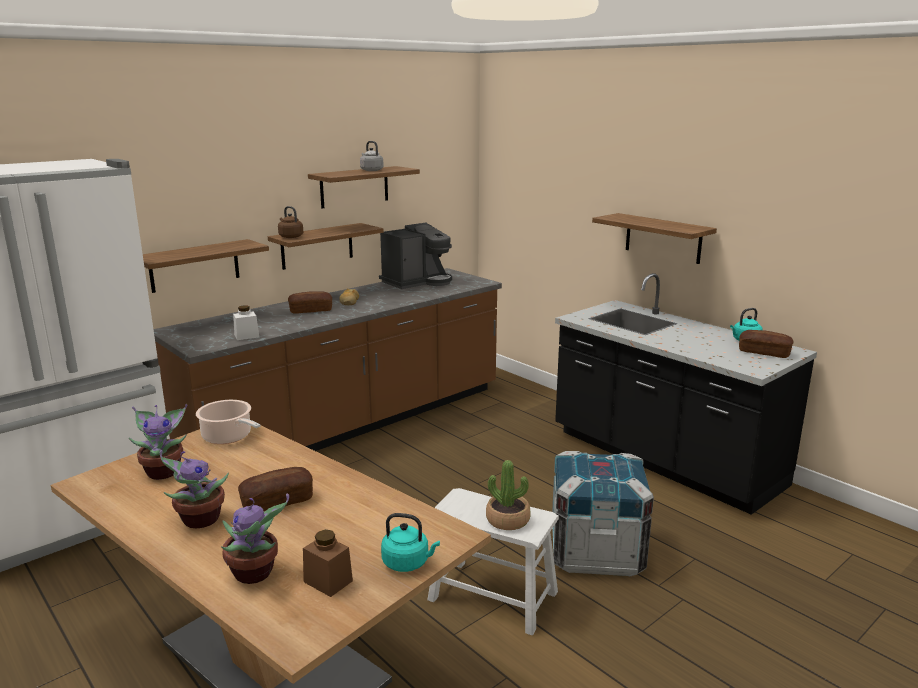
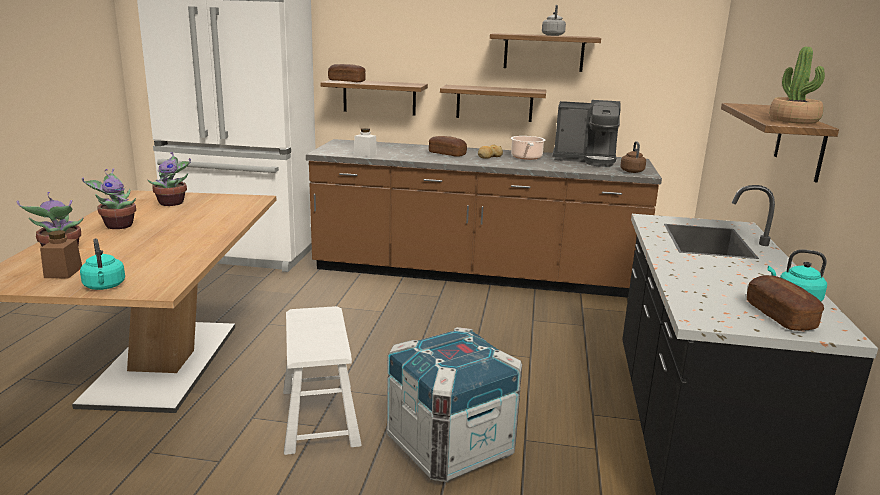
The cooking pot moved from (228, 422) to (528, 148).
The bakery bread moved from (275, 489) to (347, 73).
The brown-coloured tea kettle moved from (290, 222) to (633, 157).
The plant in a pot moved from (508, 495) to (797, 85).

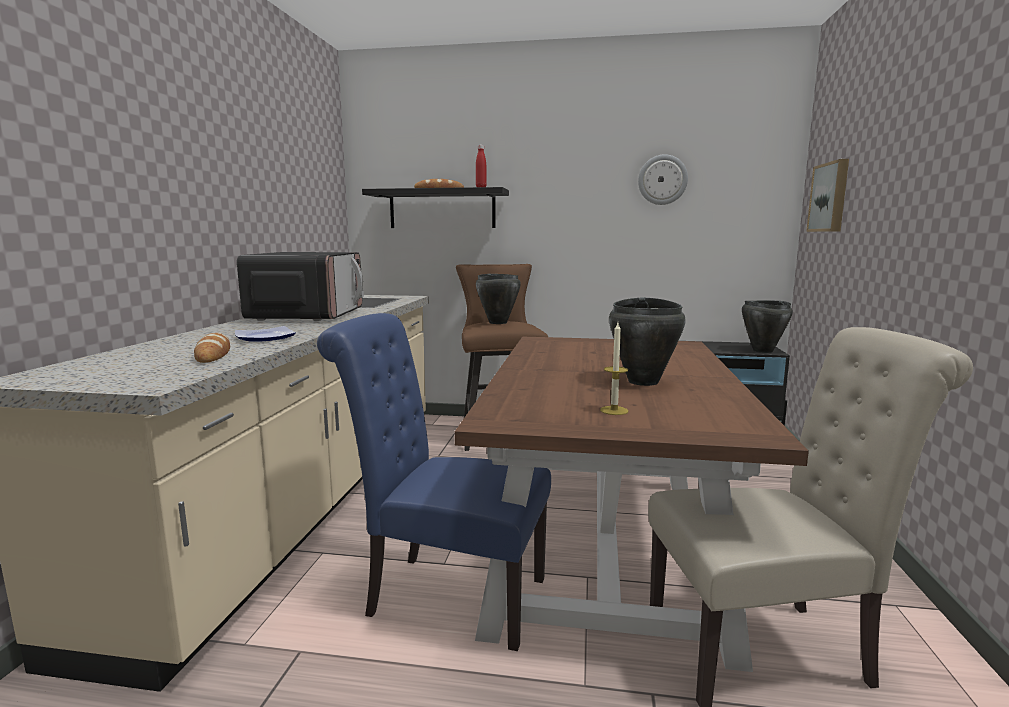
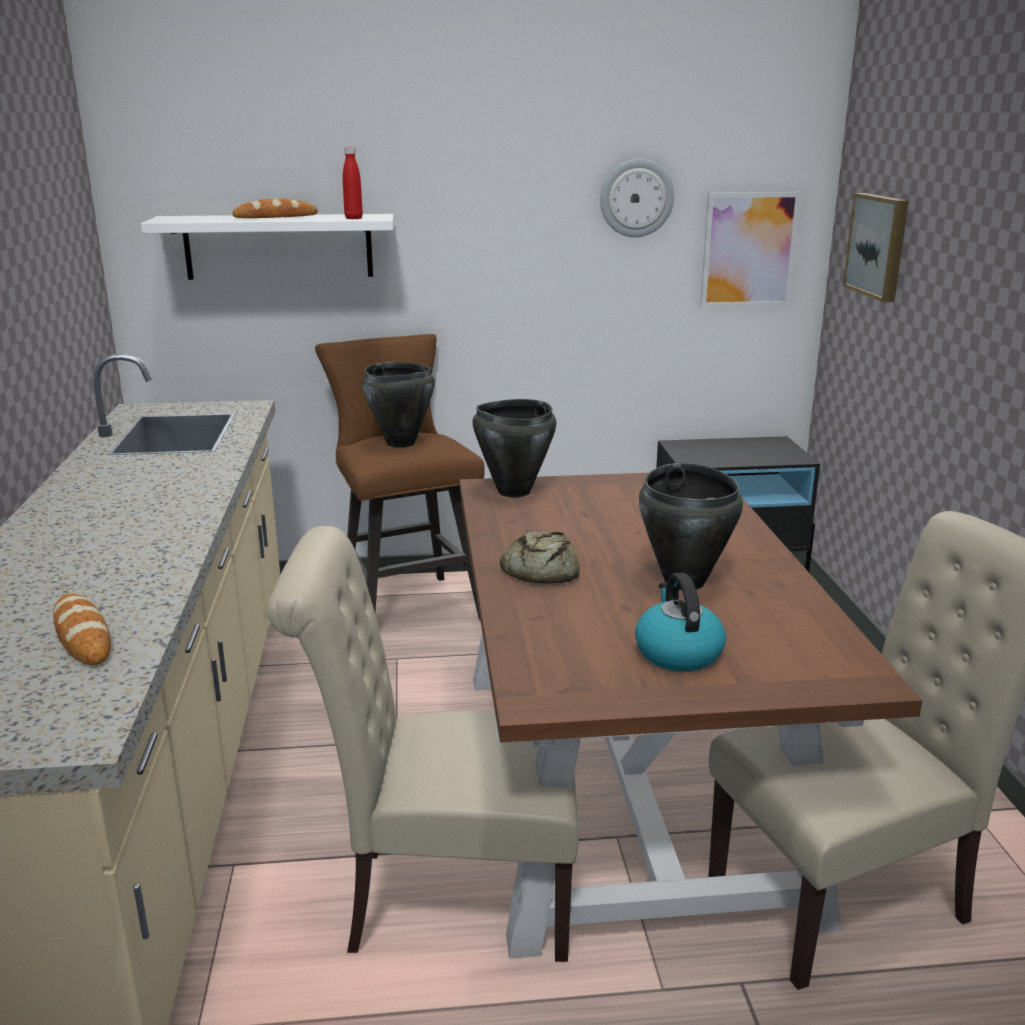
The plate at (265, 334) disappeared.
The microwave at (300, 286) disappeared.
The bakery bread at (540, 557) appeared.
The picture at (750, 249) appeared.
The black-coloured cooking pot moved from (767, 326) to (514, 448).
The wax candle at (614, 369) was replaced by the tea kettle at (680, 622).
The blue upright chair at (434, 482) became the beige-coloured upright chair at (423, 744).
The black-coloured shelf at (435, 207) became the white-coloured shelf at (267, 247).

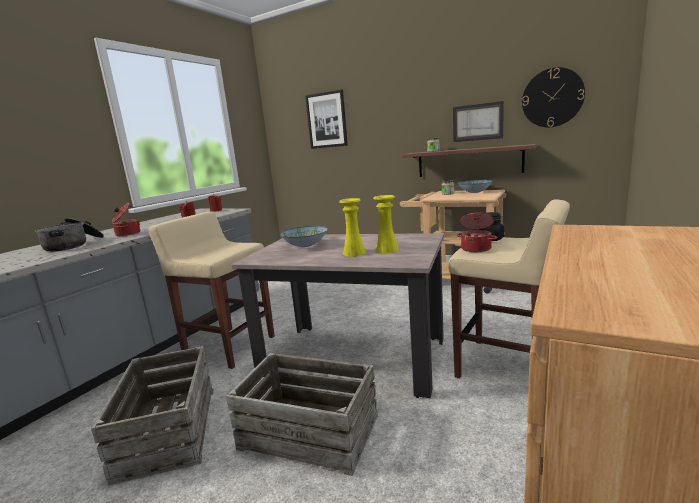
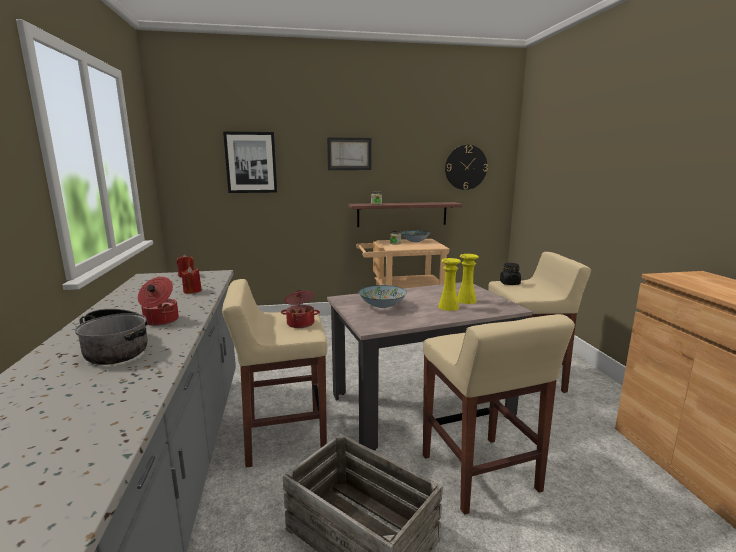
The picture moved from (478, 121) to (349, 153).
The cooking pot moved from (476, 232) to (300, 309).
The packing crate at (302, 414) was replaced by the beige-coloured stool at (499, 414).

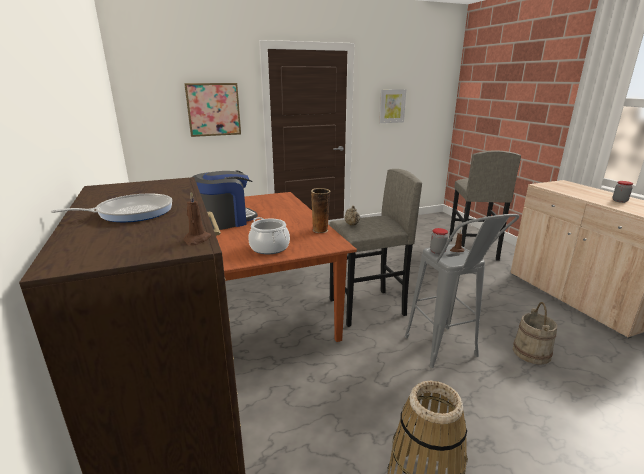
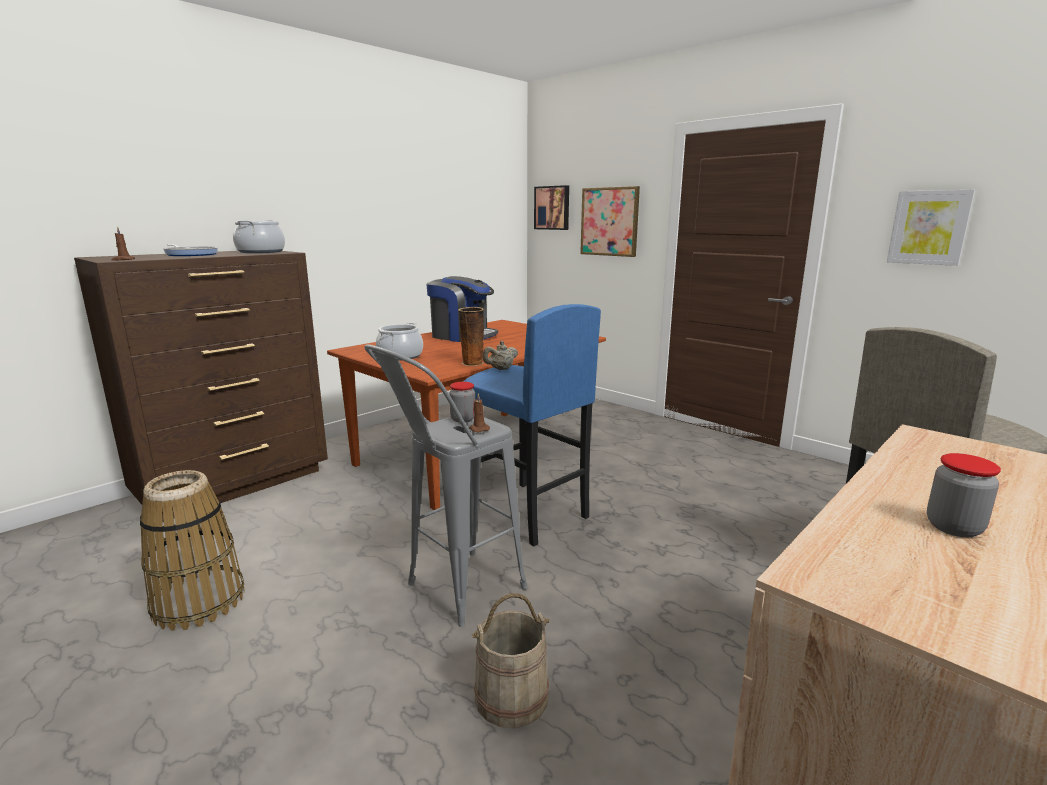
The cooking pot at (259, 236) appeared.
The picture at (551, 207) appeared.
The greyish stool at (375, 248) became the blue stool at (532, 425).

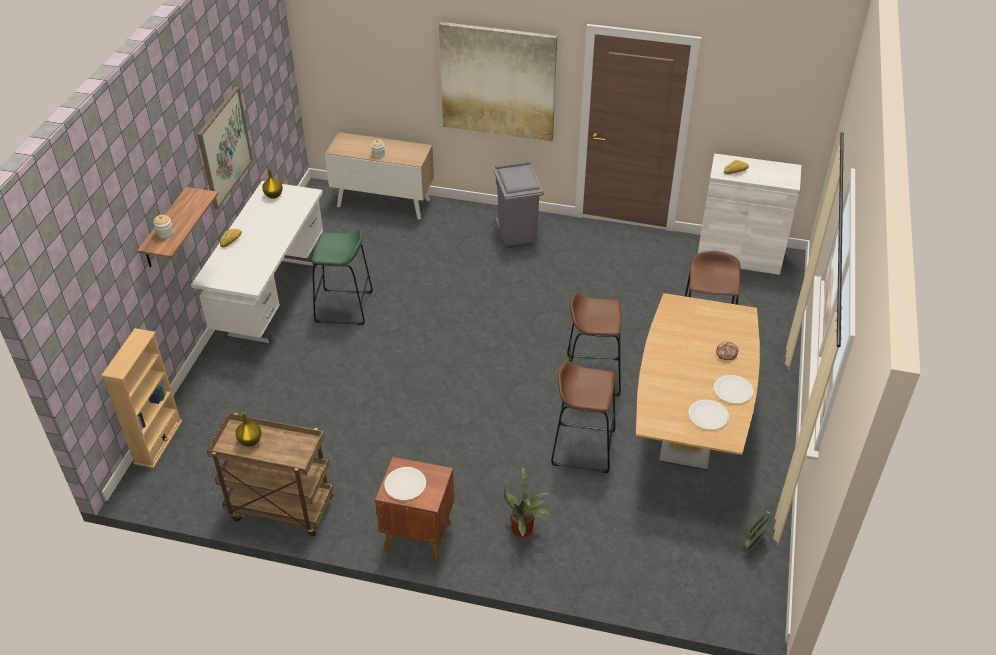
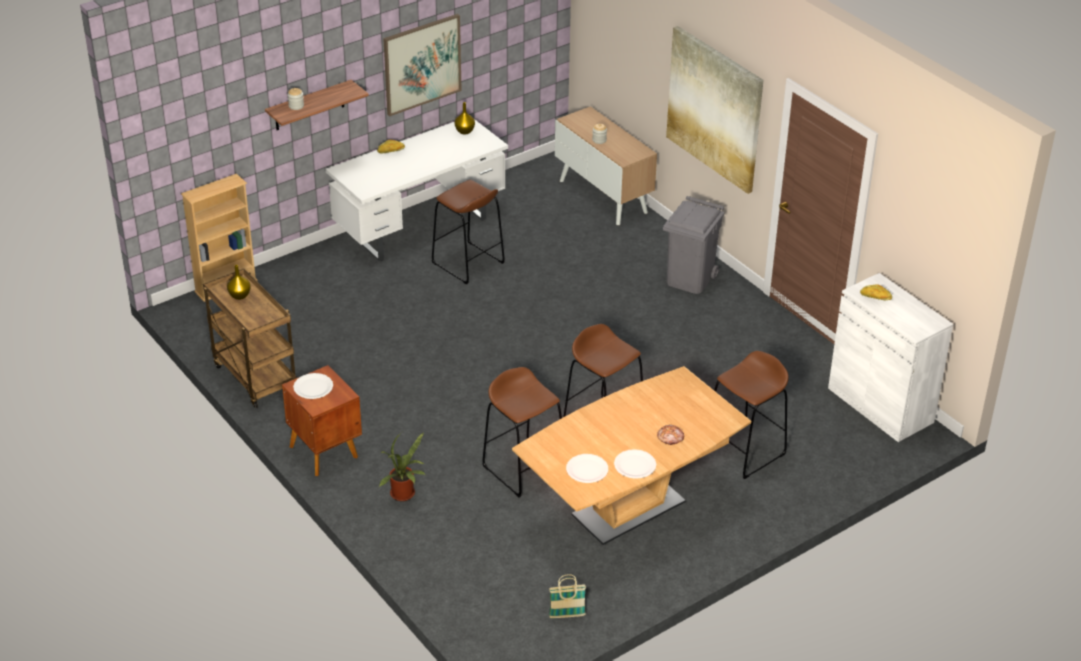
The greenish stool at (342, 277) became the brown-coloured stool at (468, 232).

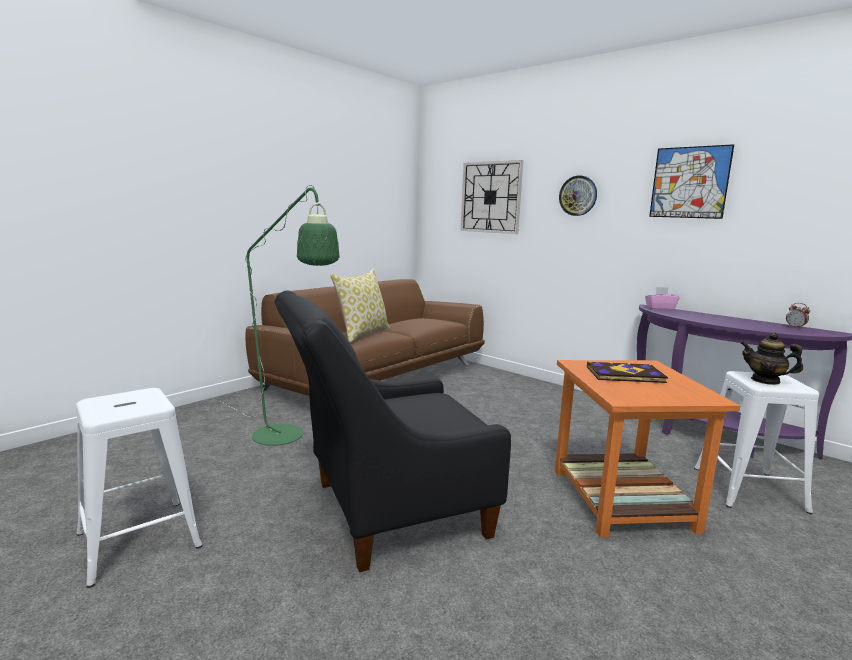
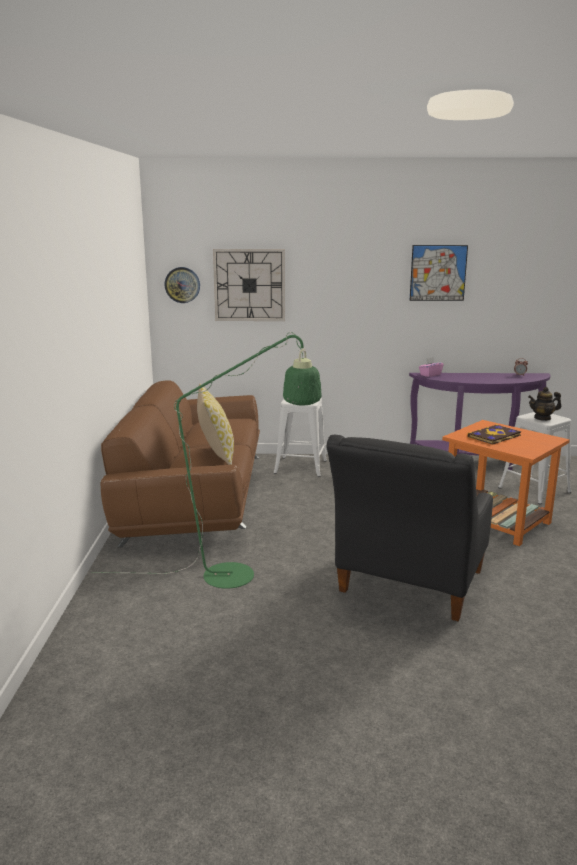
The white-coloured stool moved from (139, 488) to (300, 437).
The clock on the wall moved from (578, 195) to (182, 285).

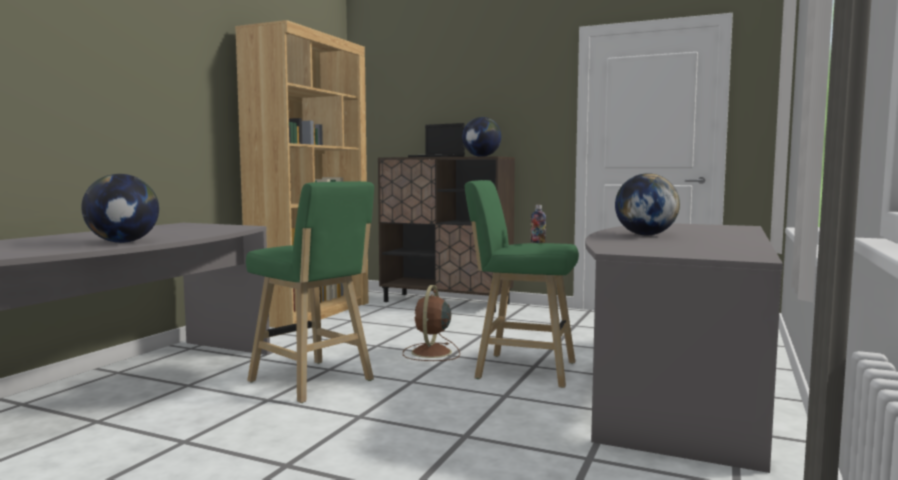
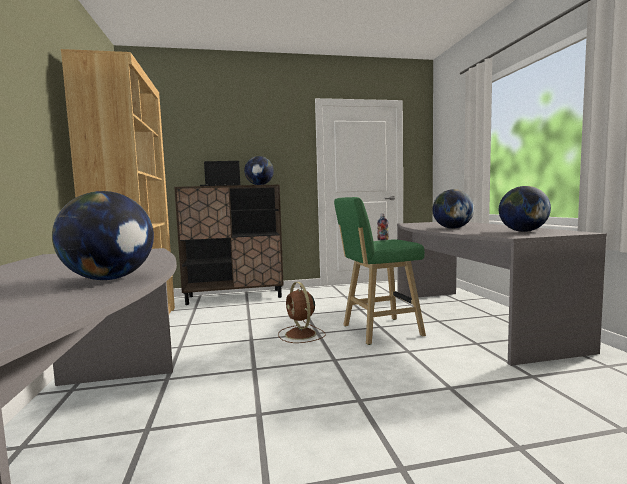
The greenish stool at (310, 292) disappeared.
The globe at (525, 209) appeared.

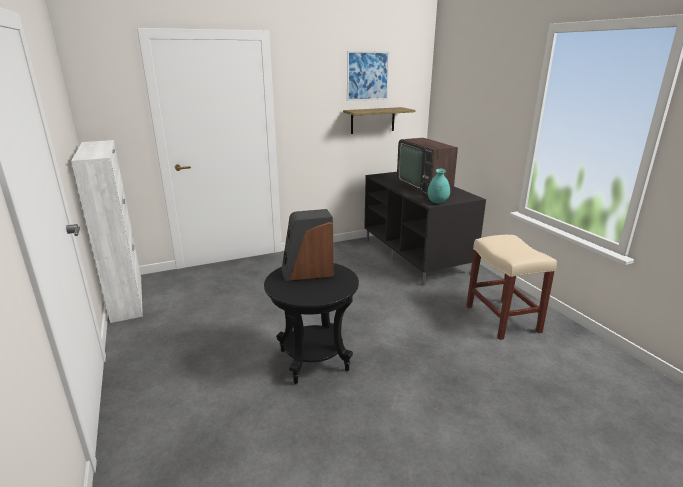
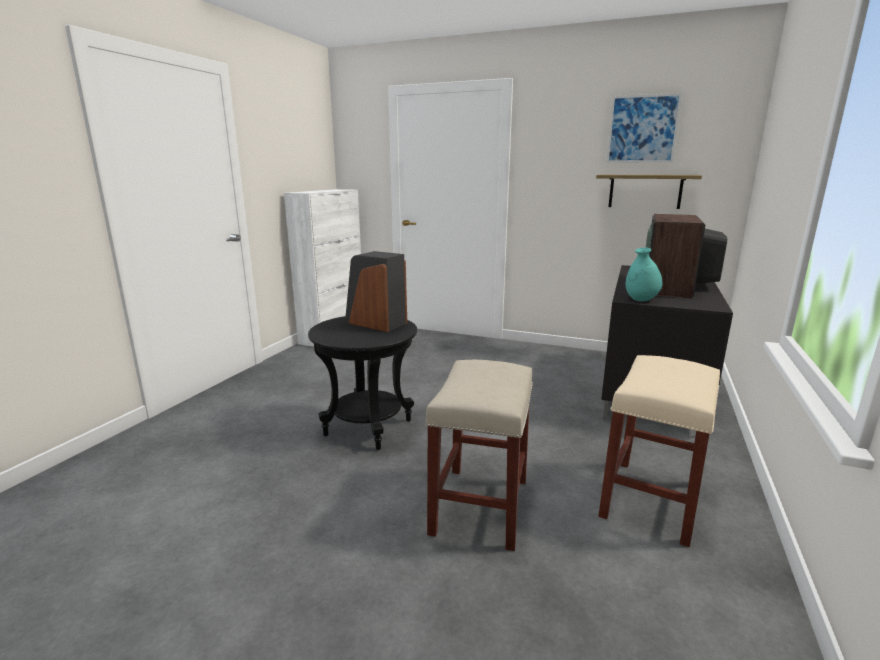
The beige-coloured stool at (479, 455) appeared.

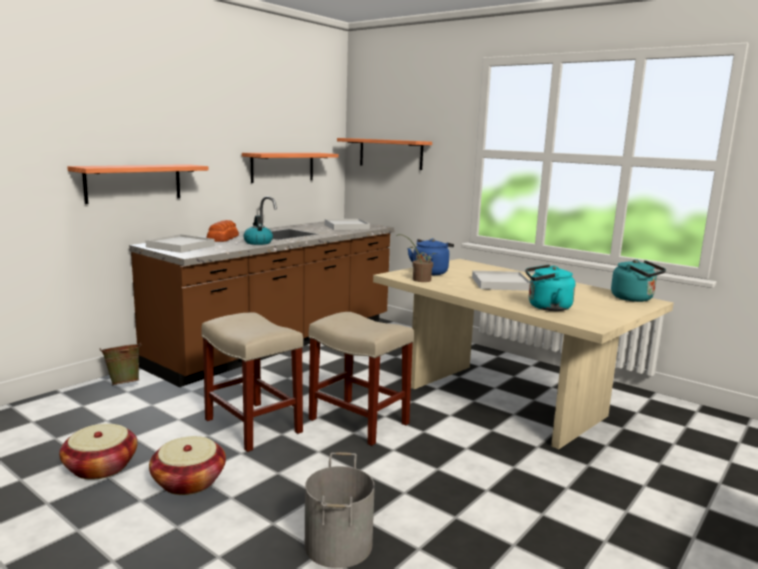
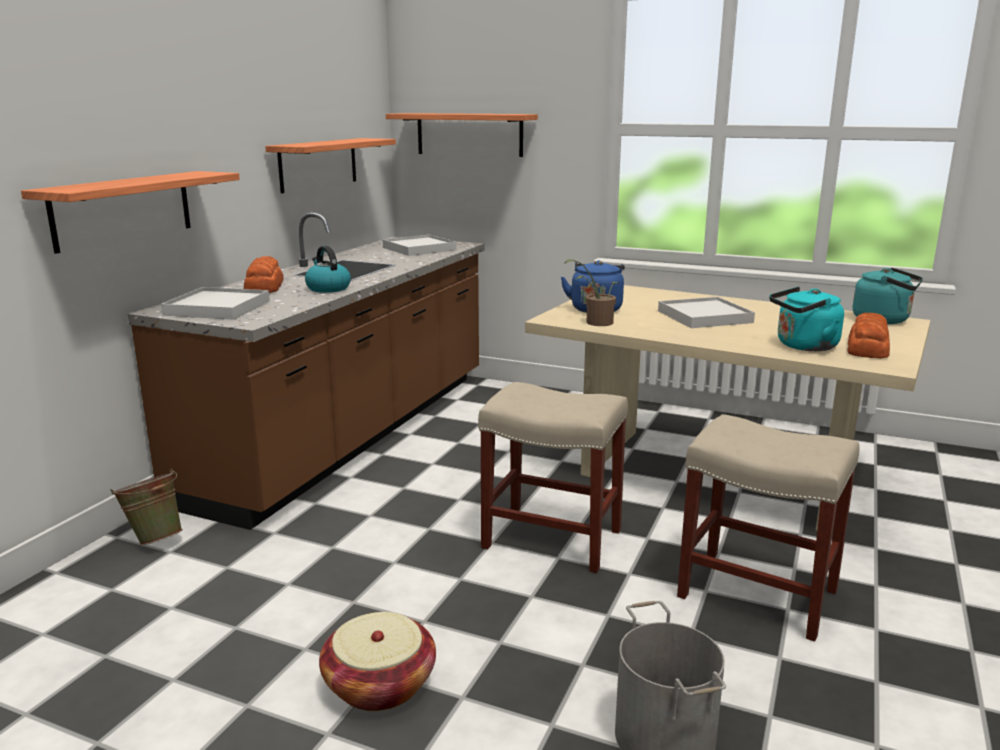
The storage basket at (98, 452) disappeared.
The bakery bread at (868, 335) appeared.
The beige-coloured stool moved from (252, 382) to (768, 527).

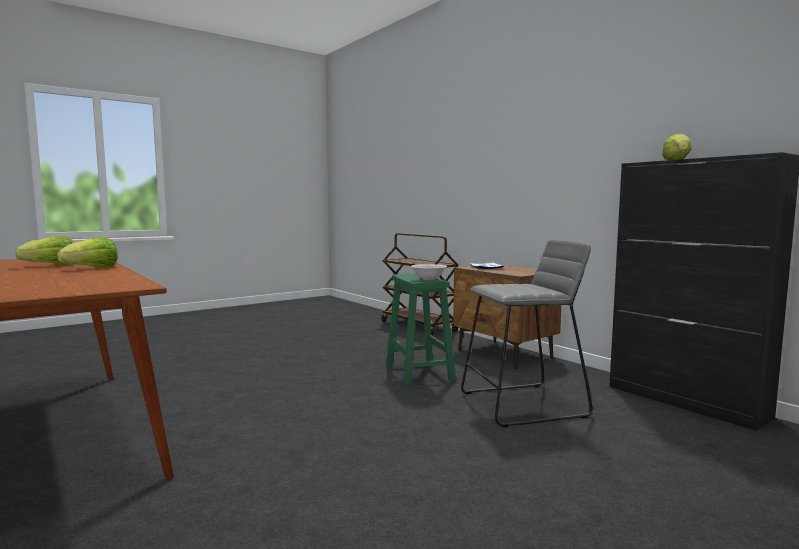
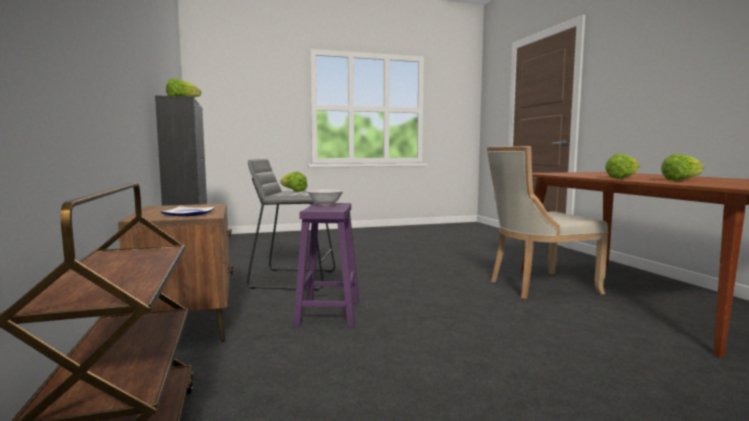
The head of lettuce at (293, 182) appeared.
The beige-coloured upright chair at (547, 222) appeared.
The greenish stool at (421, 330) became the purple-coloured stool at (326, 265).

